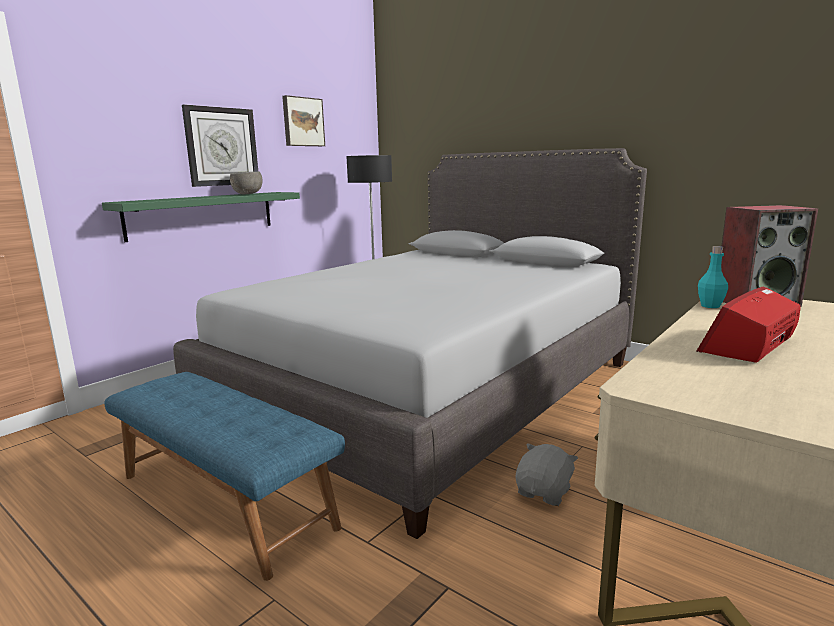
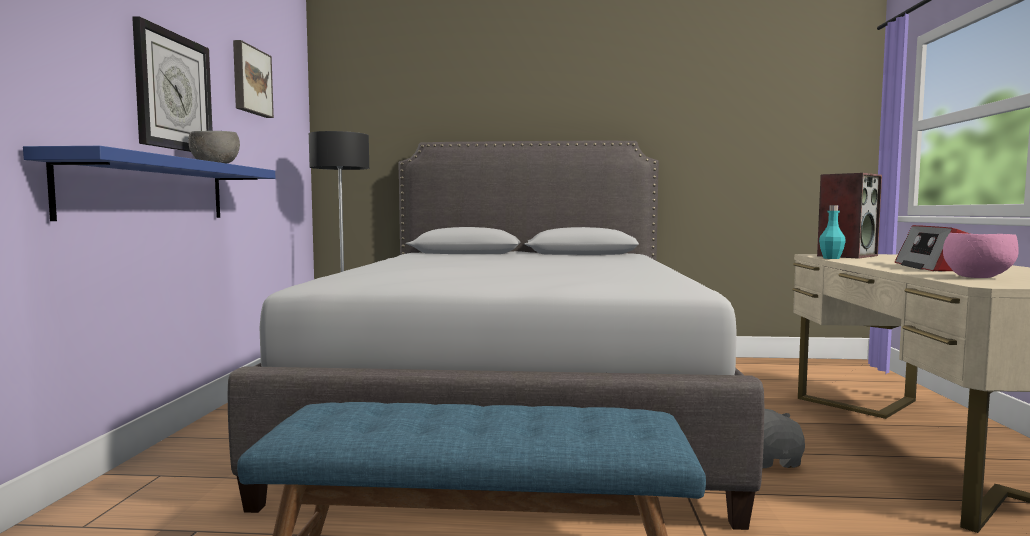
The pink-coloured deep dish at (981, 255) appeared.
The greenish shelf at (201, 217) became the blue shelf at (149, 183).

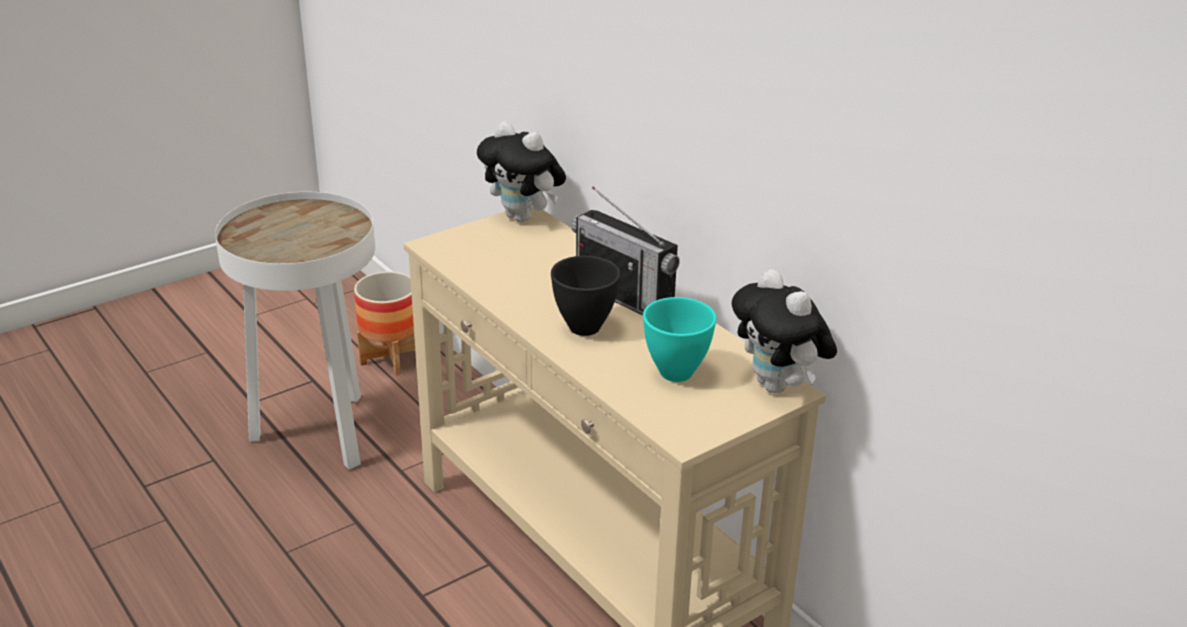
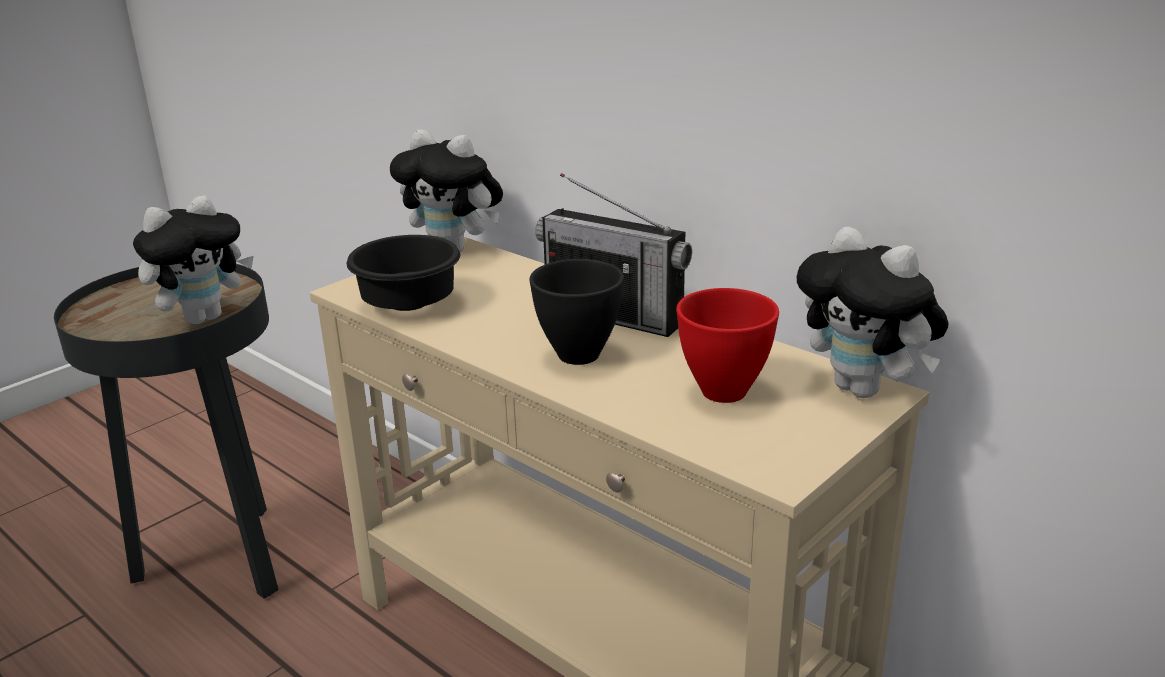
The plant pot at (385, 323) disappeared.
The cuddly toy at (193, 259) appeared.
The black-coloured deep dish at (403, 273) appeared.
The white-coloured side table at (295, 330) became the black-coloured side table at (166, 431).
The blue-green deep dish at (680, 339) became the red-coloured deep dish at (727, 345).

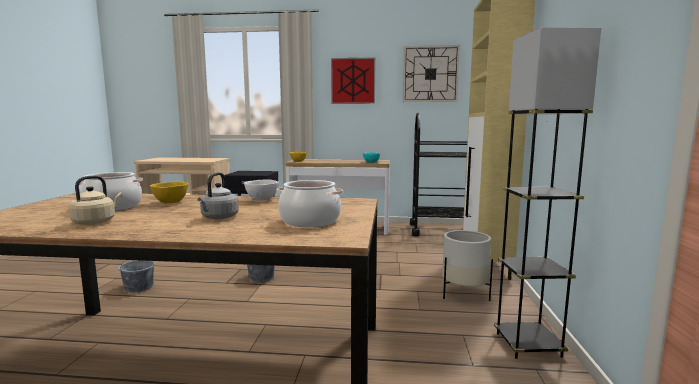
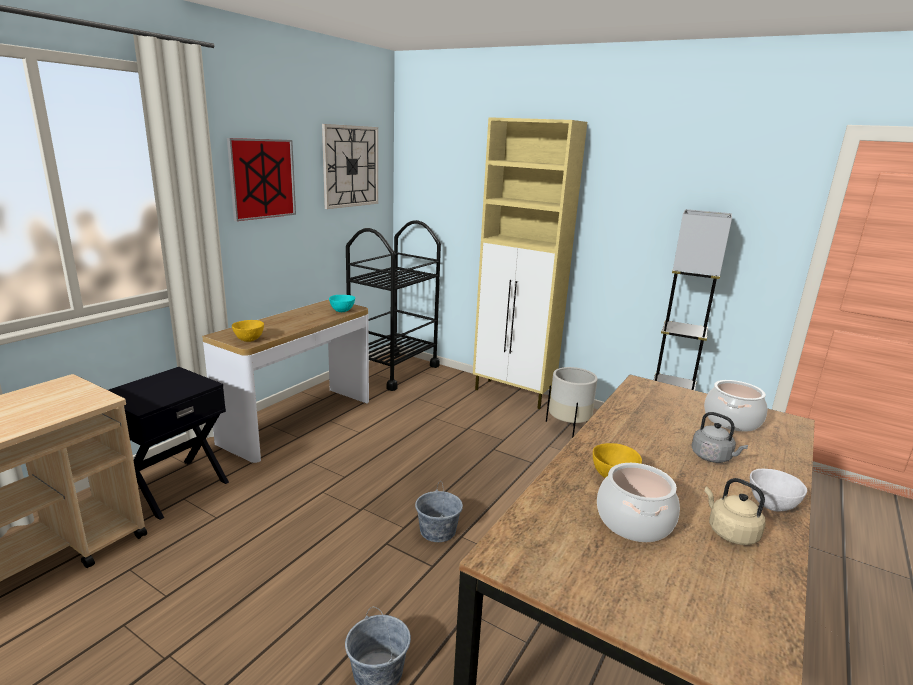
The white-coloured deep dish moved from (261, 190) to (778, 490).

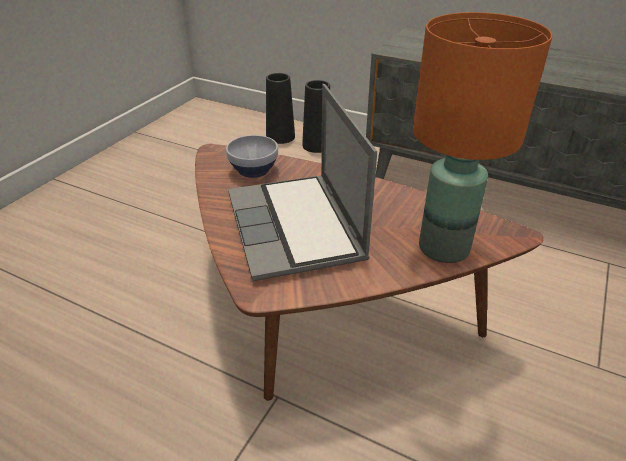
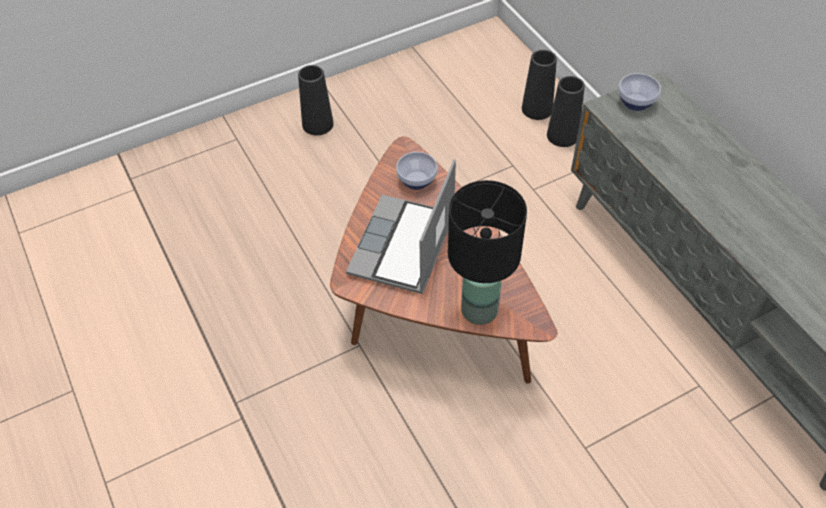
The black-coloured vase at (316, 100) appeared.
The deep dish at (639, 92) appeared.
The orange-coloured lamp for a table at (483, 137) became the black-coloured lamp for a table at (487, 252).

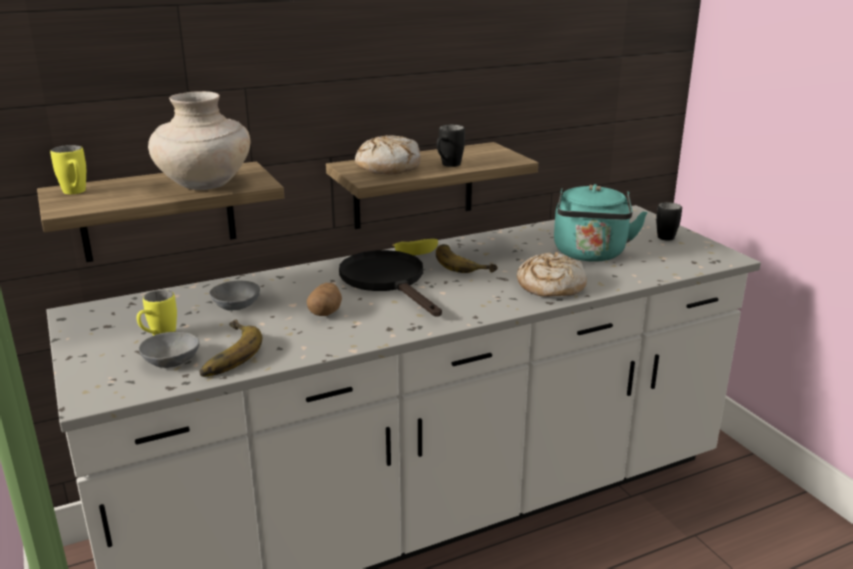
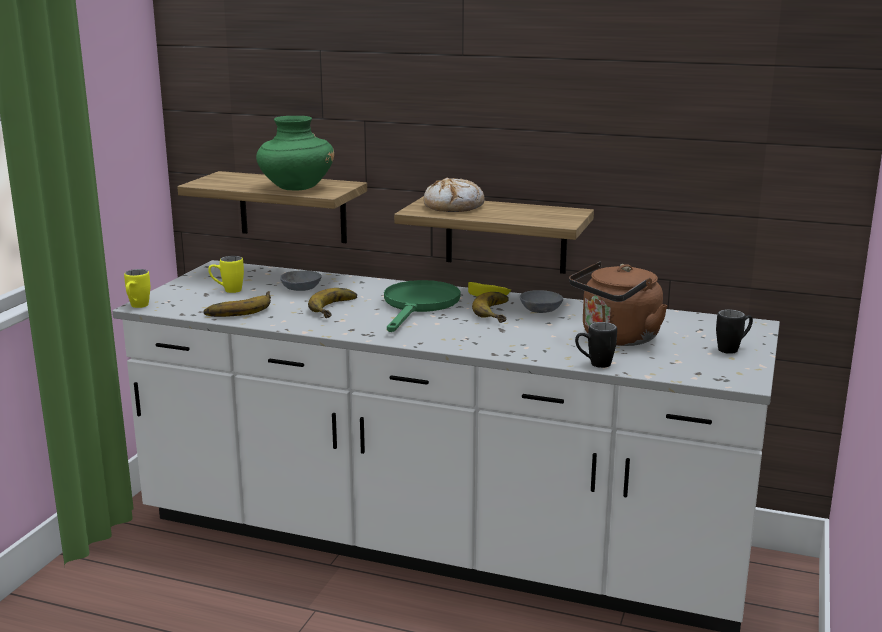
The bakery bread at (552, 274) disappeared.
The yellowish mug moved from (68, 169) to (137, 288).
The greyish deep dish moved from (169, 350) to (541, 301).
The black-coloured mug moved from (451, 146) to (596, 345).
The whole potato at (324, 299) was replaced by the whole banana at (332, 303).
The beige-coloured vase at (199, 140) became the greenish vase at (295, 153).
The black-coloured pan at (390, 283) became the greenish pan at (422, 306).
The blue-green tea kettle at (601, 223) became the brown-coloured tea kettle at (618, 303).

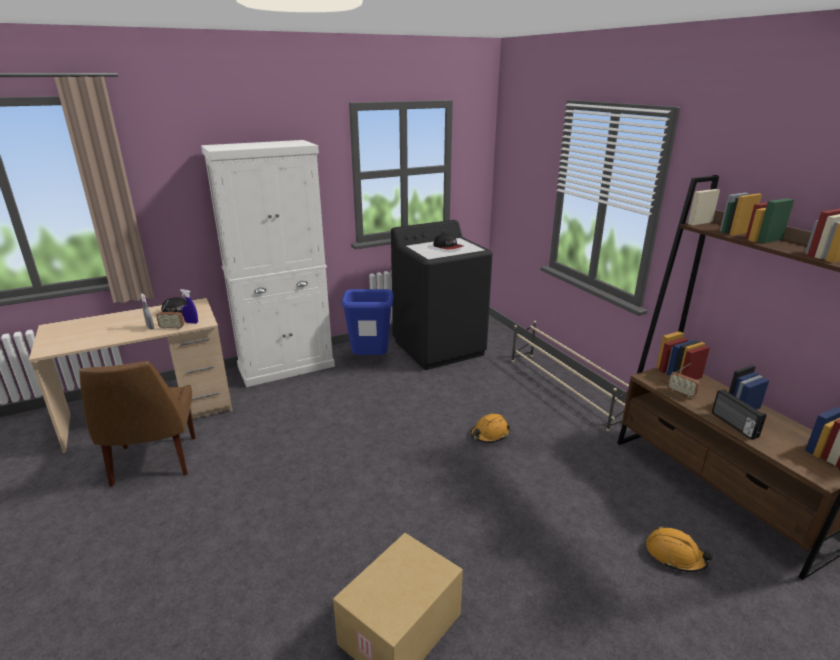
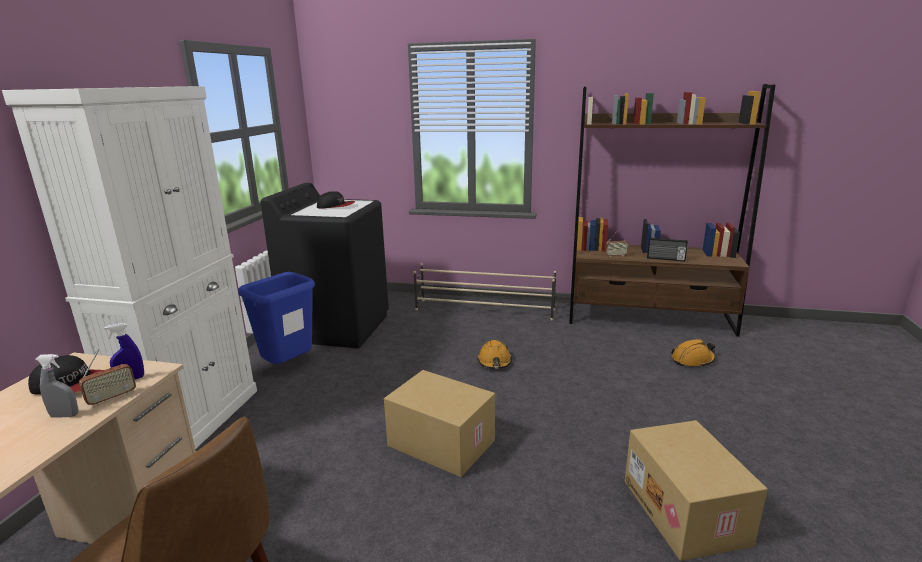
The packing box at (439, 423) appeared.

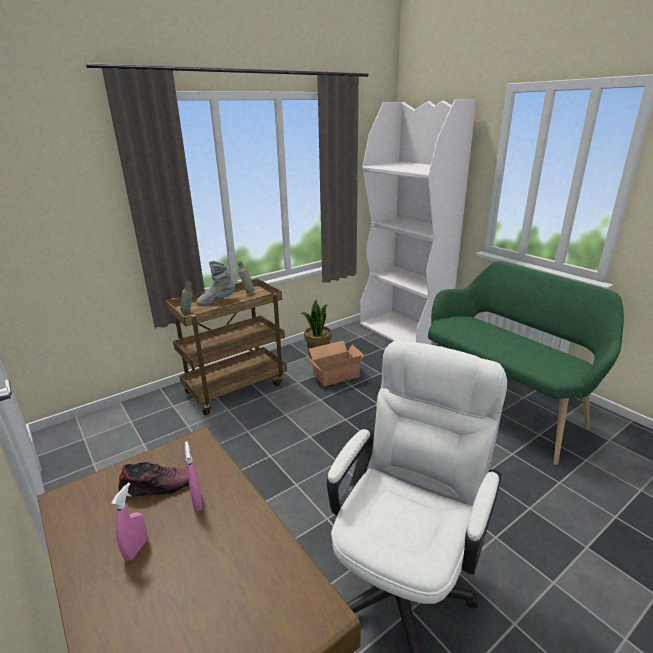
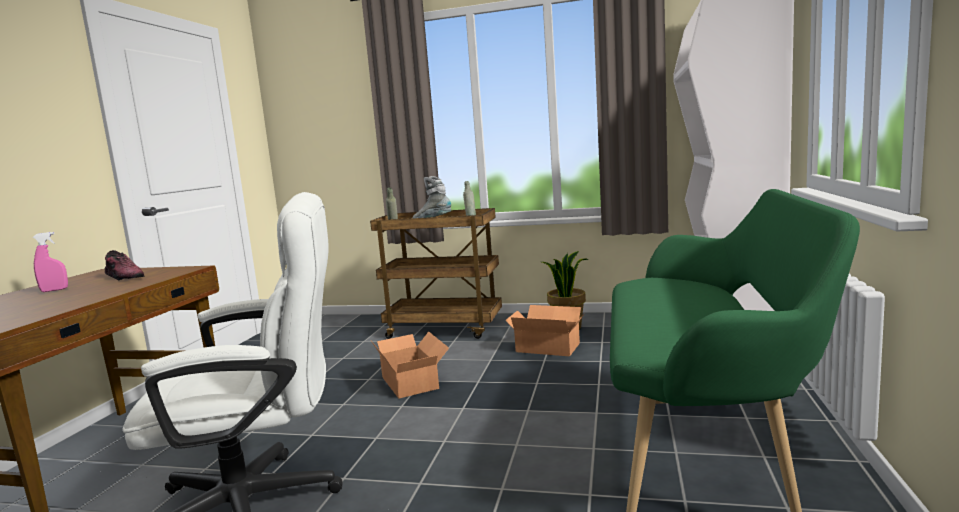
The pink-coloured hand sprayer at (194, 476) disappeared.
The packing box at (410, 365) appeared.

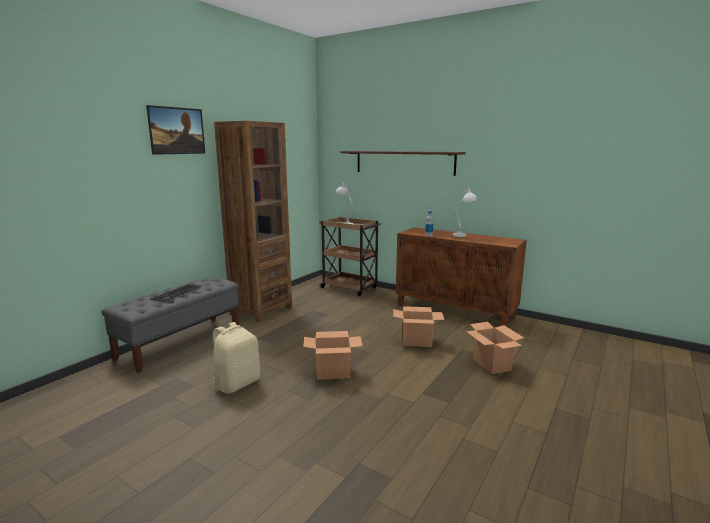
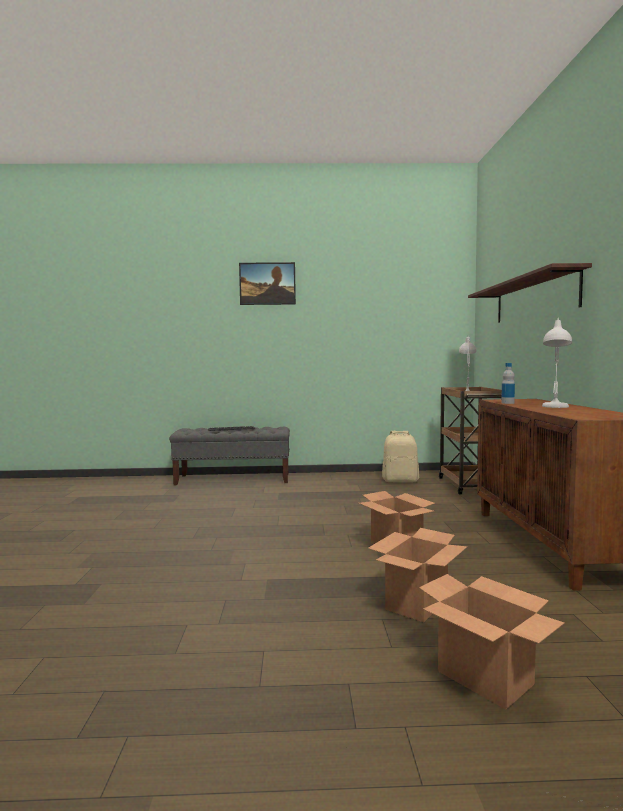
The brown-coloured shelving unit at (253, 222) disappeared.
The beige-coloured rucksack moved from (236, 358) to (400, 456).
The packing box moved from (332, 355) to (492, 642).

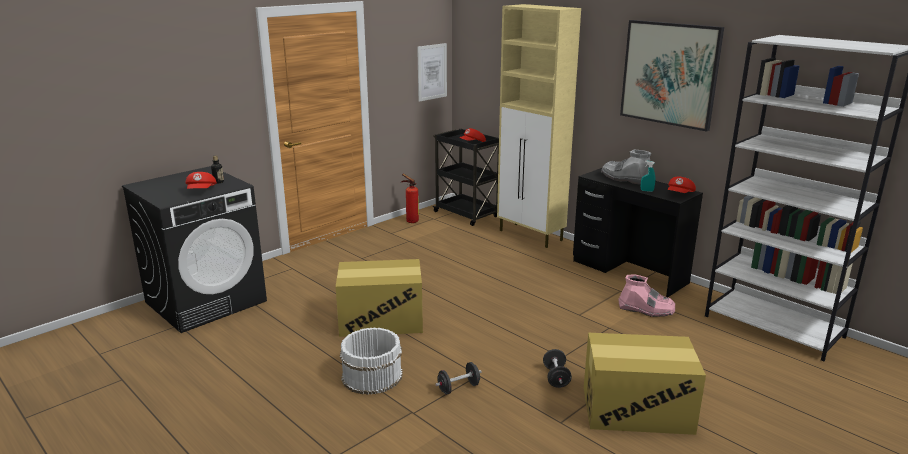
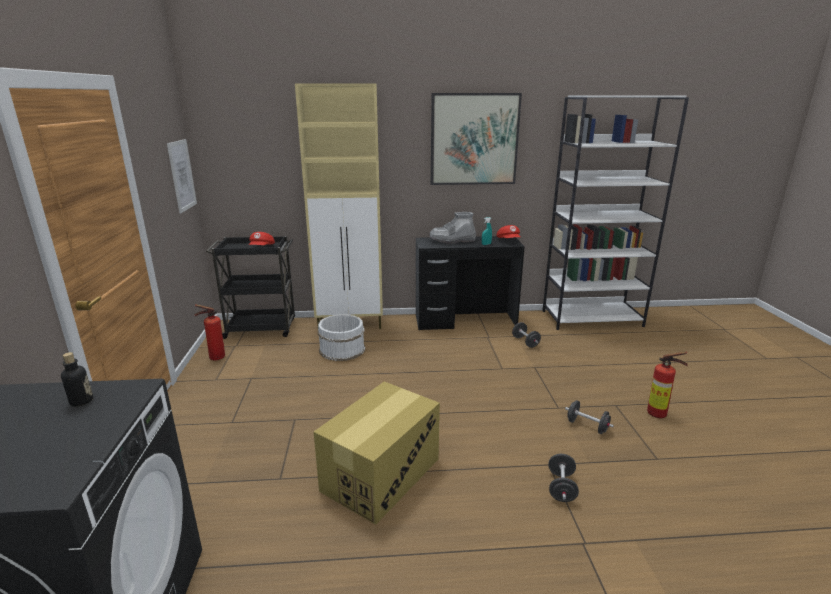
The red-coloured peaked cap at (201, 180) disappeared.
The white-coloured bucket moved from (371, 361) to (341, 337).
The packing box at (645, 384) was replaced by the extinguisher at (667, 384).
The pink-coloured high-top boot at (647, 296) was replaced by the black-coloured hand weight at (526, 335).

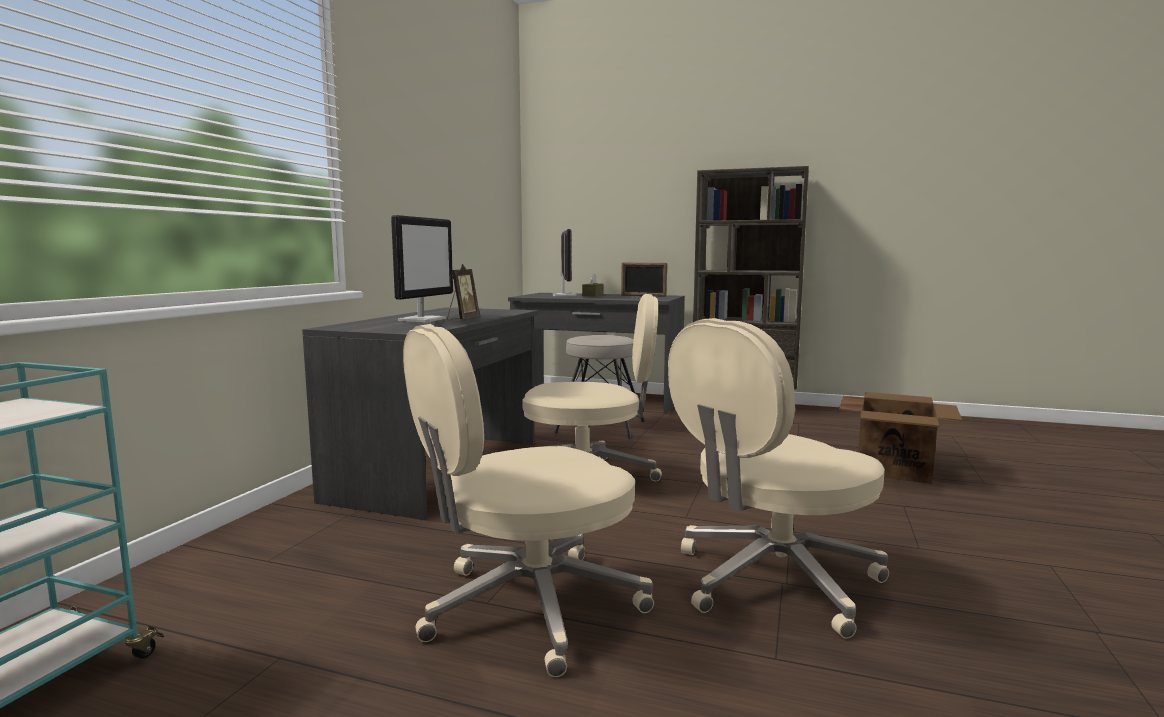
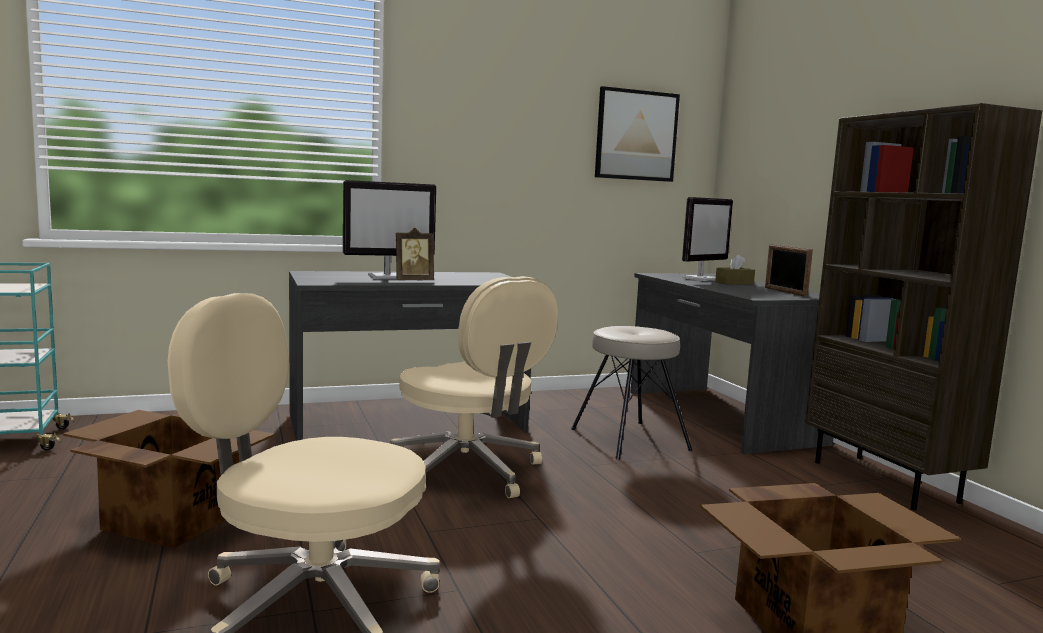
The picture at (637, 134) appeared.
The beige-coloured office chair at (528, 500) was replaced by the packing box at (169, 479).

